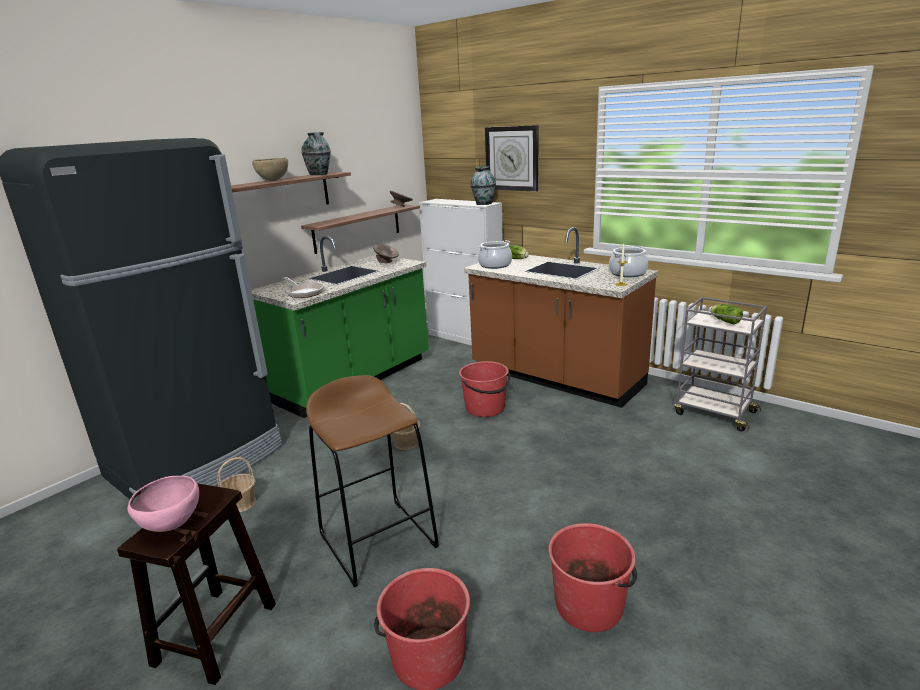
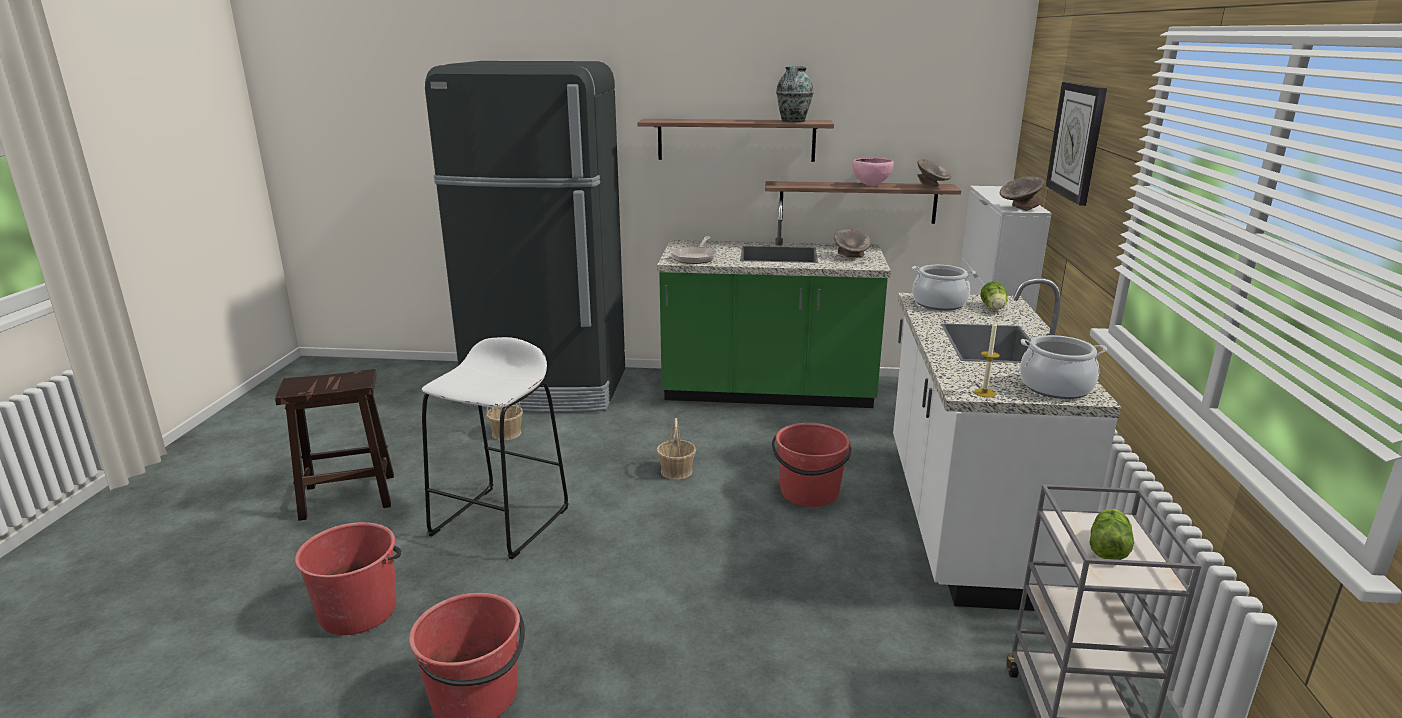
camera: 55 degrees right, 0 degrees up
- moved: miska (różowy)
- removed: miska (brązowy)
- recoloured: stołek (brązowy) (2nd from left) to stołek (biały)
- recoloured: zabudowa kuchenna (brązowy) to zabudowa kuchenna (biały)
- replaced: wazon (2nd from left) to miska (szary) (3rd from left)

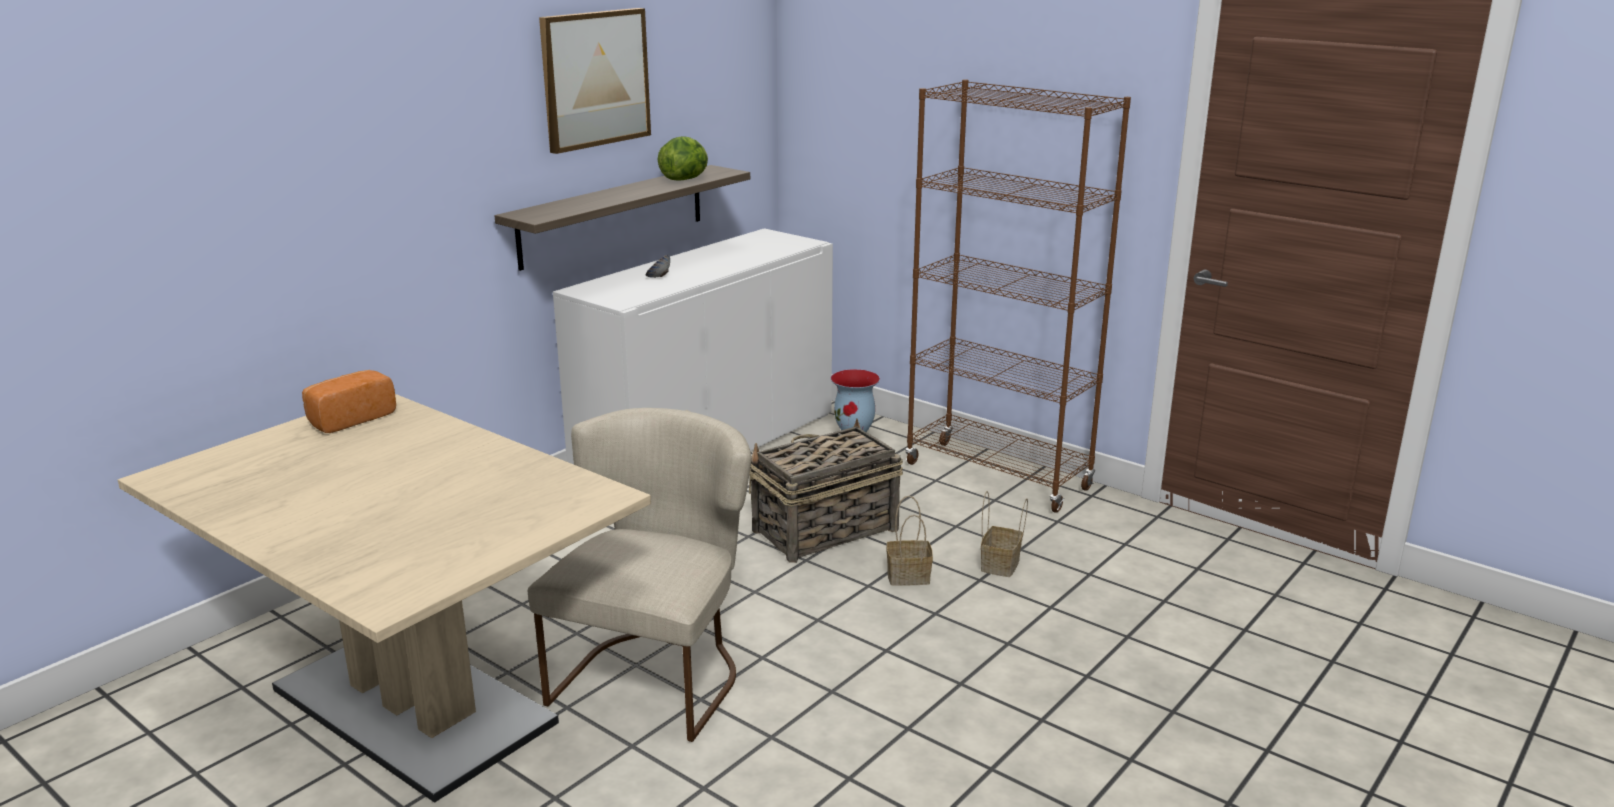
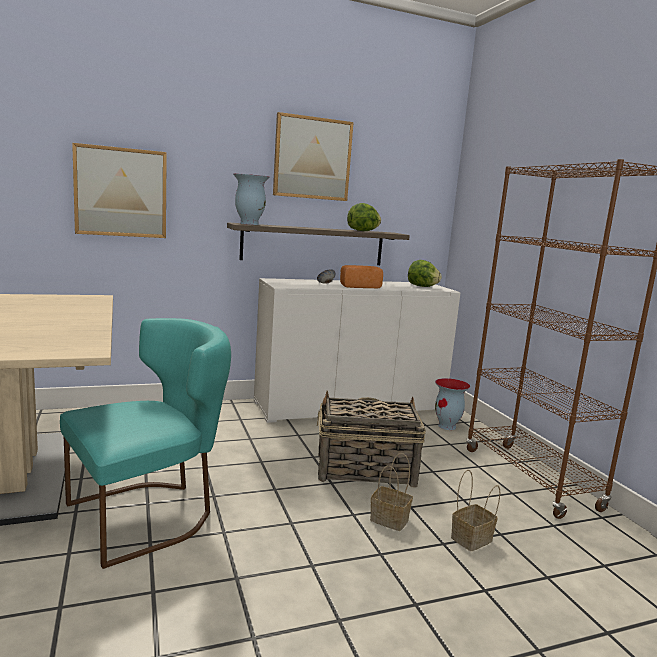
camera: 30 degrees right, 10 degrees down
- moved: chleb
- recoloured: krzesło (beżowy) to krzesło (turkusowy)
- added: obraz (1st from left)
- added: wazon (1st from left)
- added: sałata (2nd from left)

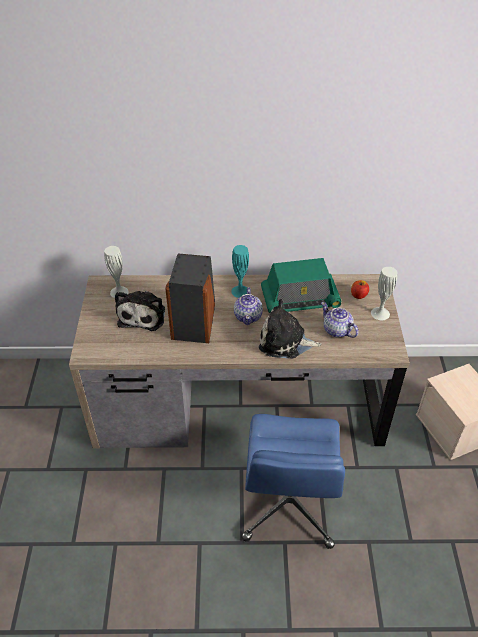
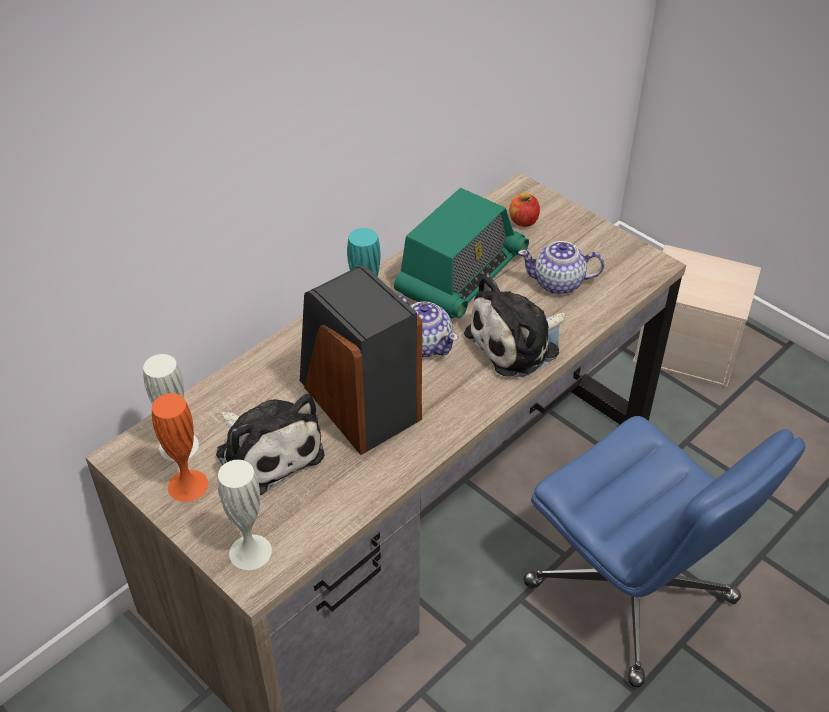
camera: 45 degrees left, 0 degrees up
- moved: wazon (biały) (2nd from left)
- added: wazon (pomarańczowy)

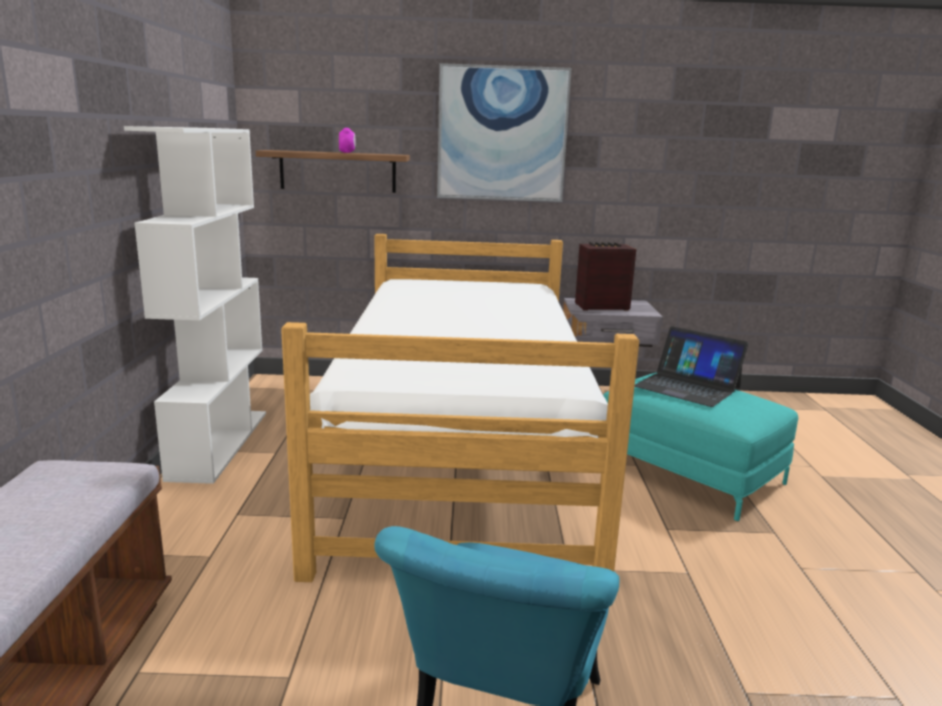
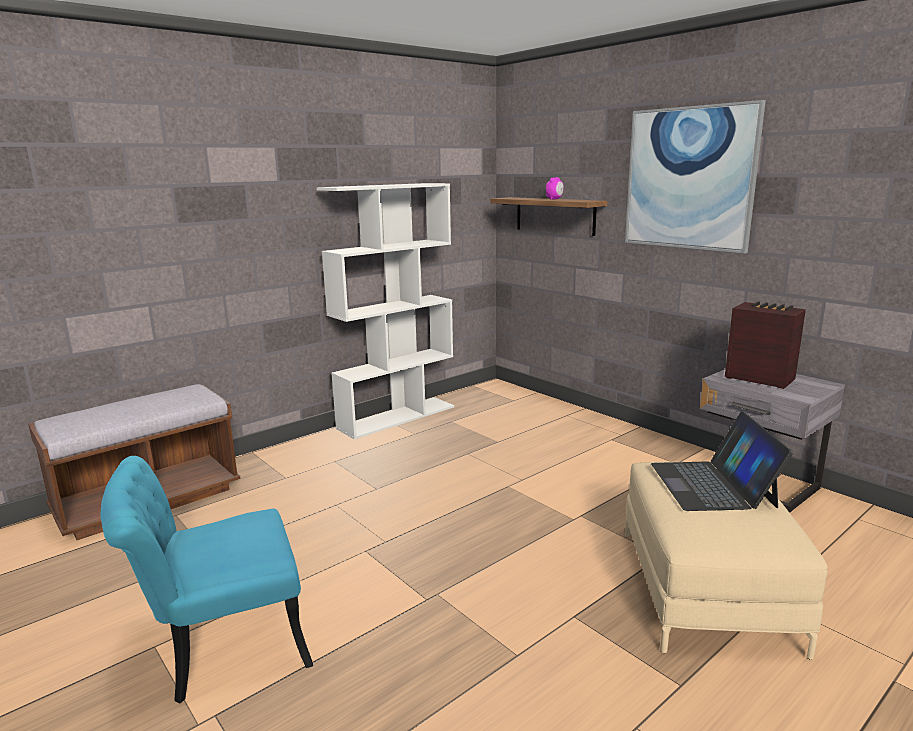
camera: 50 degrees right, 0 degrees up
- removed: łóżko
- recoloured: pufa (turkusowy) to pufa (beżowy)

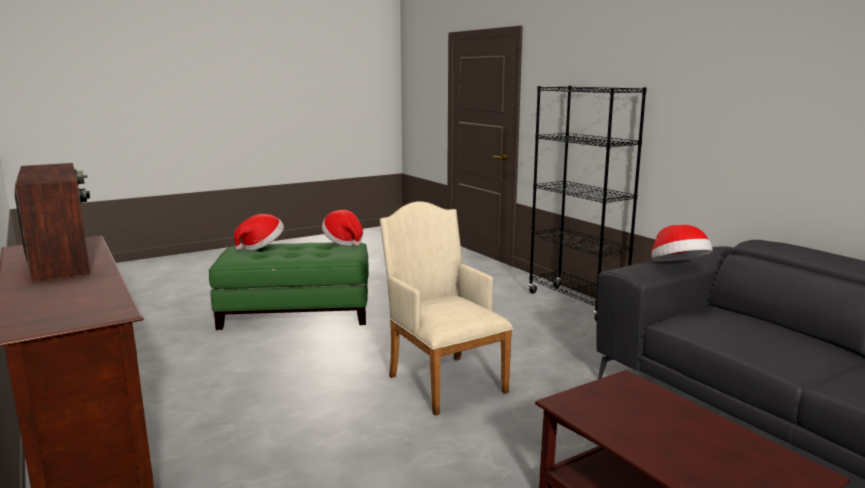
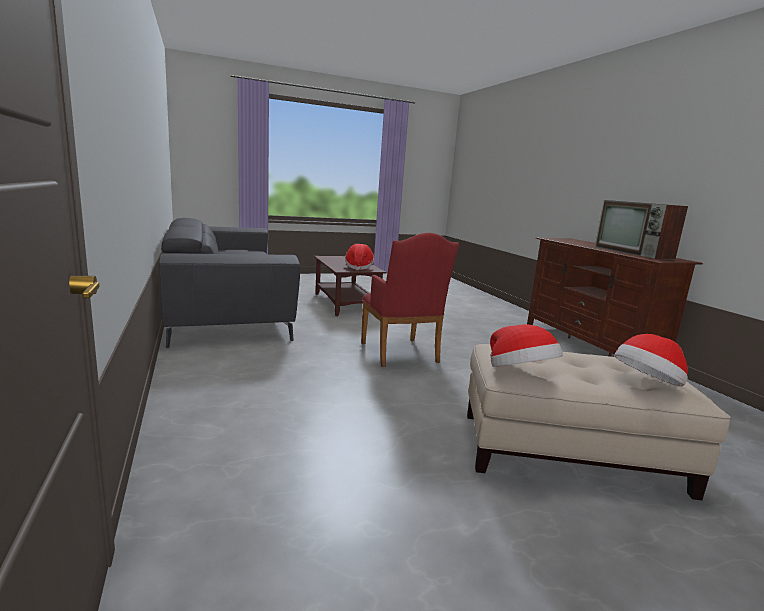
camera: 170 degrees left, 0 degrees up
- recoloured: pufa (zielony) to pufa (beżowy)
- recoloured: fotel (beżowy) to fotel (czerwony)
- removed: regał (czarny)
- moved: kapelusz (3rd from left in the first image) to kapelusz (1st from left)

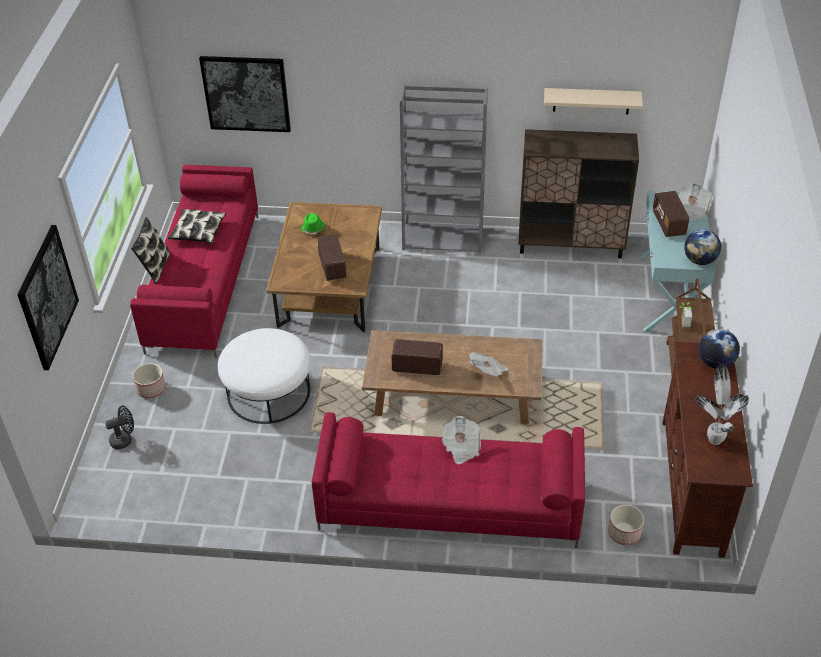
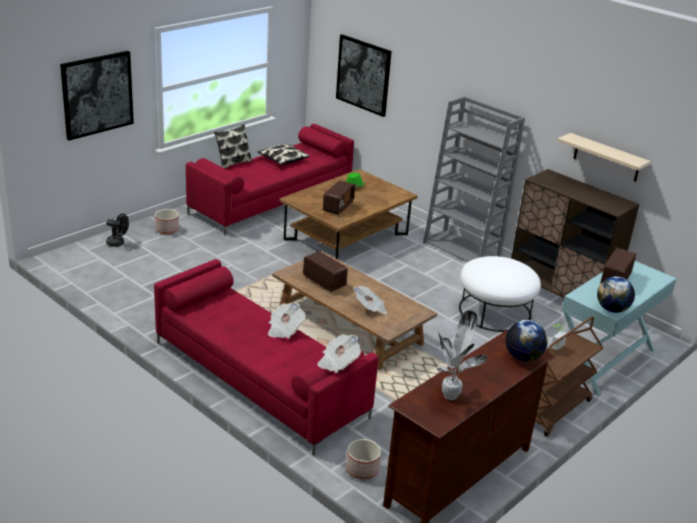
camera: 35 degrees right, 15 degrees down
- moved: pufa (biały)
- moved: gazeta (3rd from left in the first image) to gazeta (2nd from left)

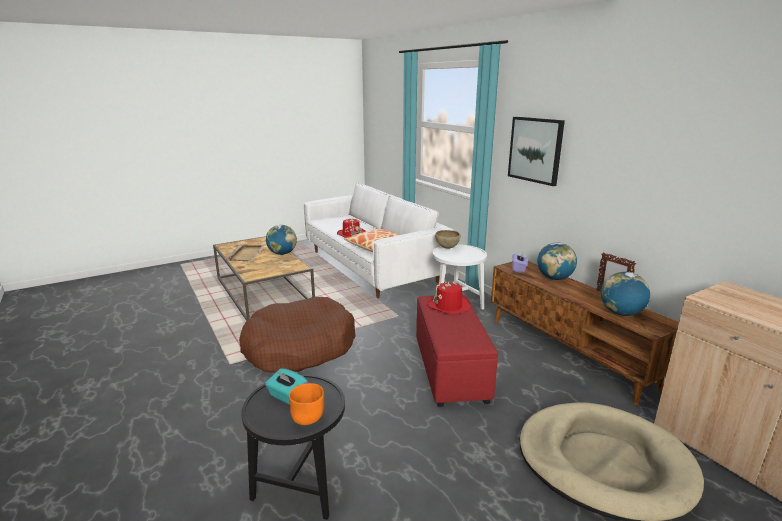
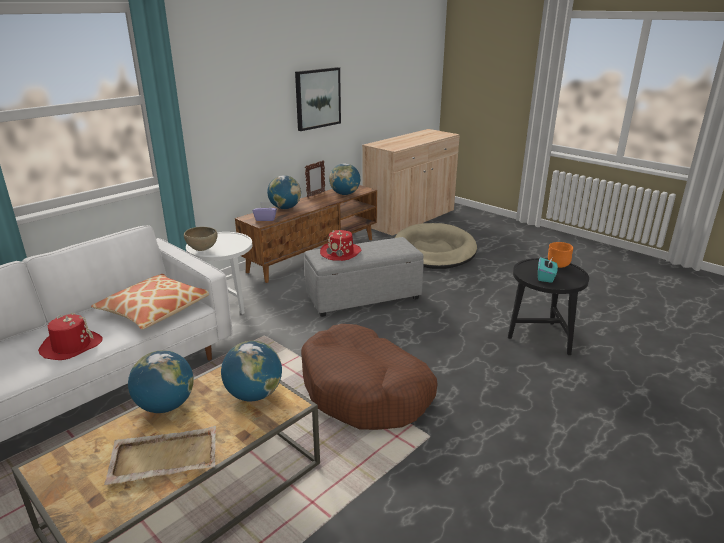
camera: 105 degrees left, 5 degrees up
- recoloured: pufa (czerwony) to pufa (szary)
- moved: obraz
- added: globus (2nd from left)

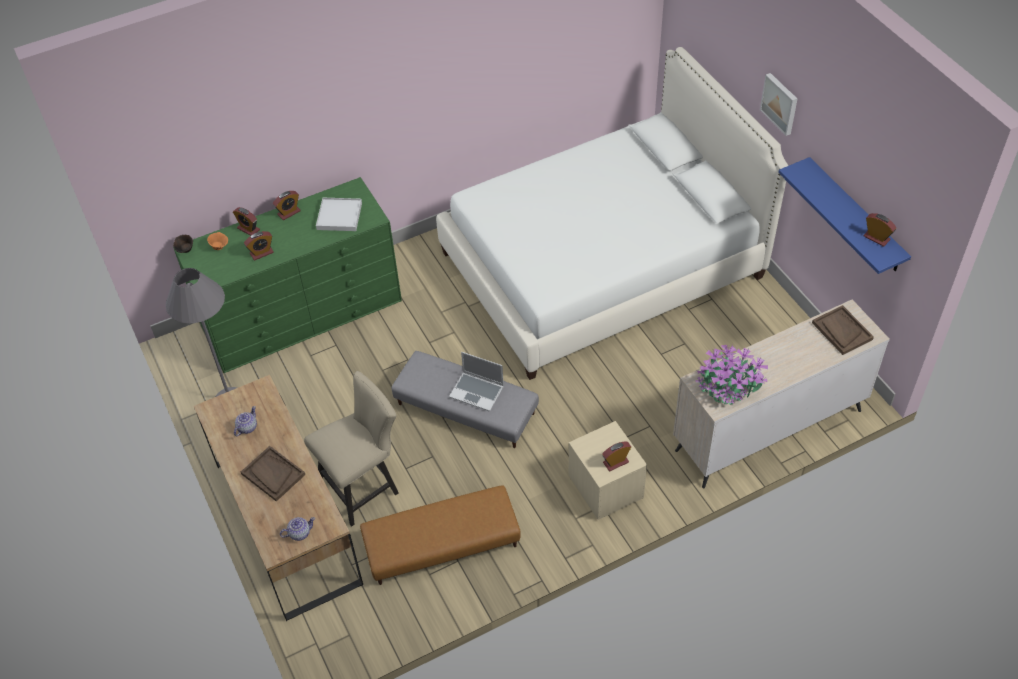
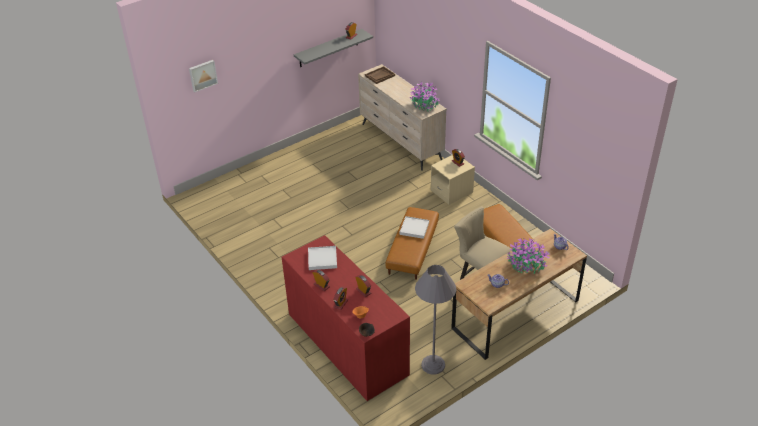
camera: 100 degrees left, 10 degrees down
- recoloured: komoda (zielony) to komoda (czerwony)
- replaced: taca (brązowy) (1st from left) to roślina doniczkowa (2nd from left)
- recoloured: pufa (szary) to pufa (brązowy) (1st from left)
- removed: łóżko (biały)
- replaced: laptop to taca (biały) (2nd from left)
- moved: obraz
- recoloured: półka (niebieski) to półka (szary)

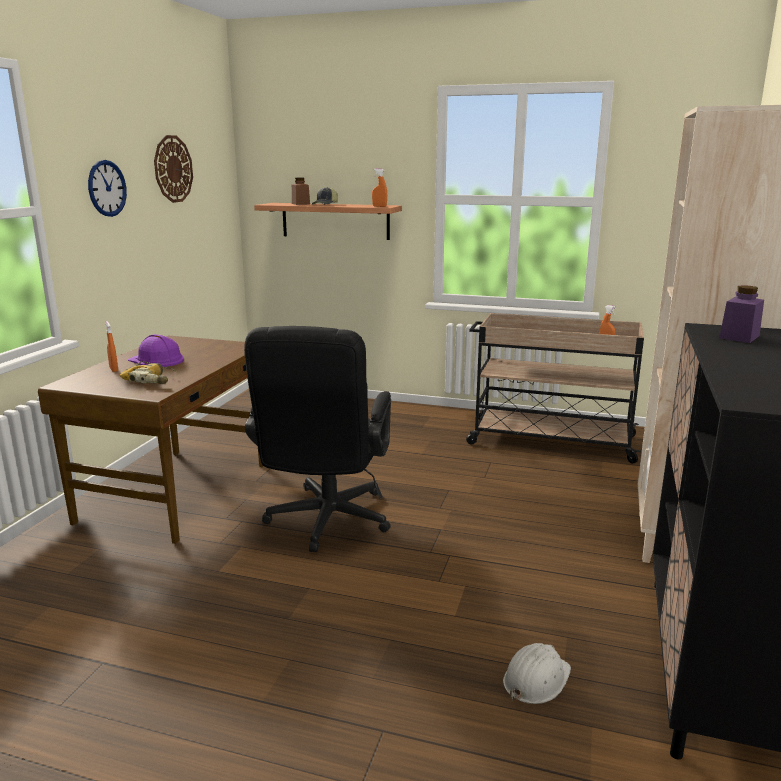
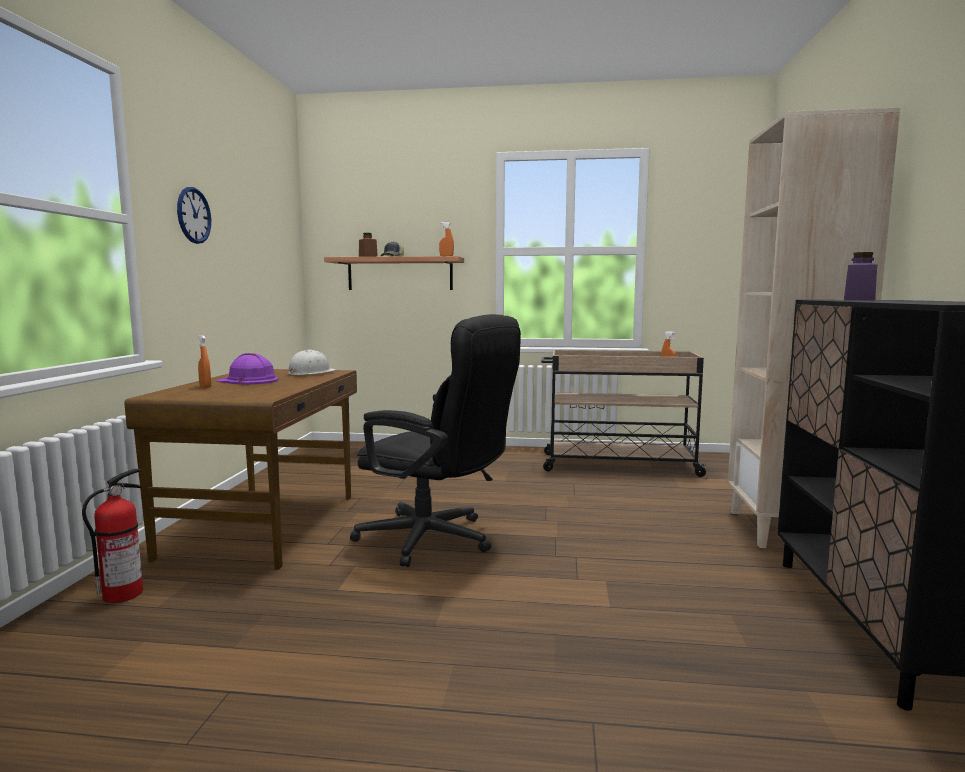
camera: 10 degrees left, 10 degrees down
- removed: wiertarka
- removed: zegar ścienny (2nd from left)
- turned: krzesło biurowe (czarny) 60 degrees counterclockwise
- moved: kask (biały)
- added: gaśnica

